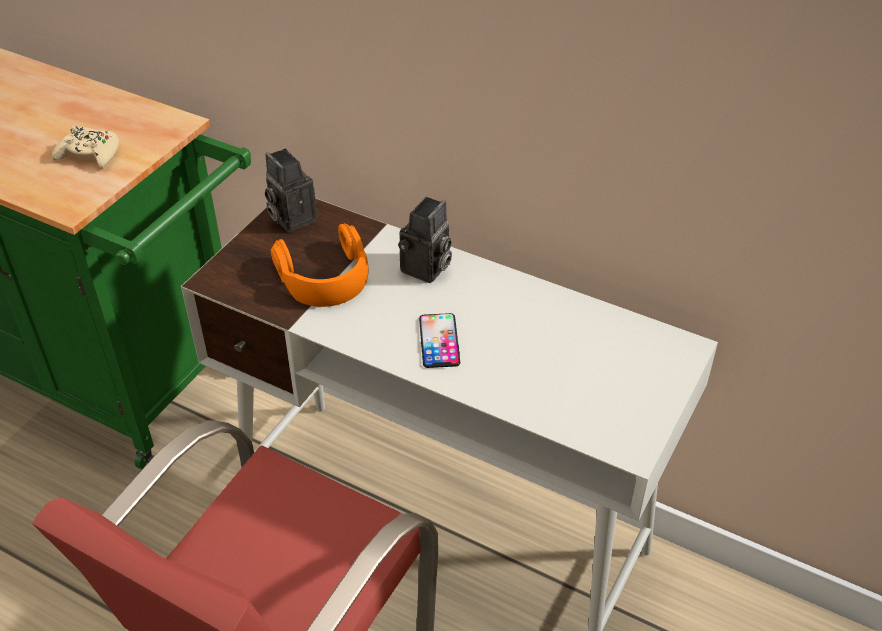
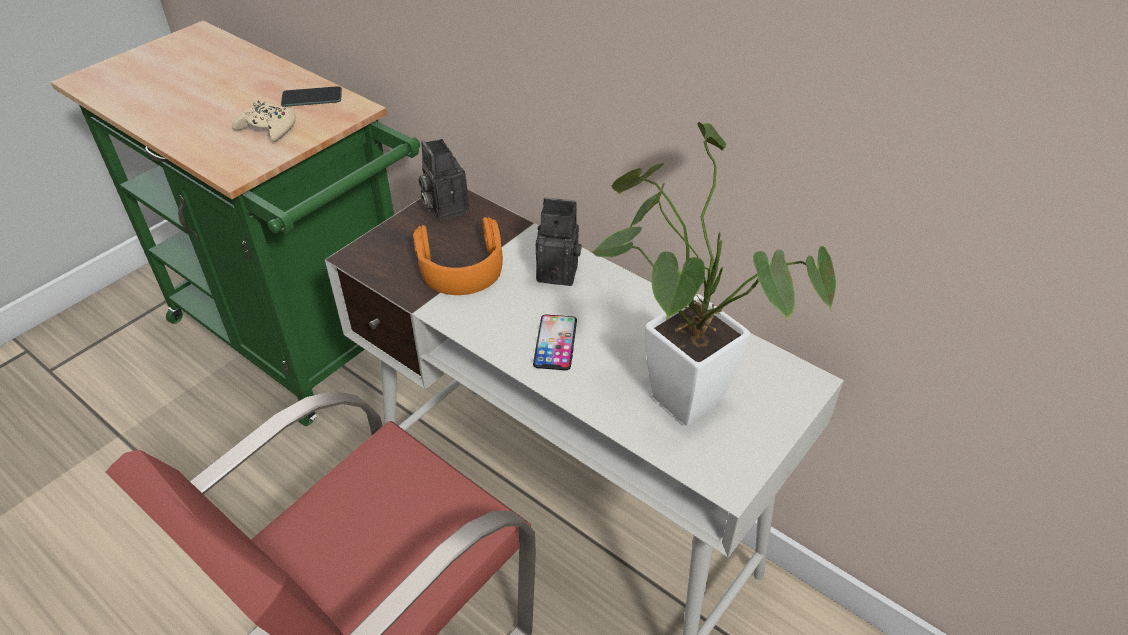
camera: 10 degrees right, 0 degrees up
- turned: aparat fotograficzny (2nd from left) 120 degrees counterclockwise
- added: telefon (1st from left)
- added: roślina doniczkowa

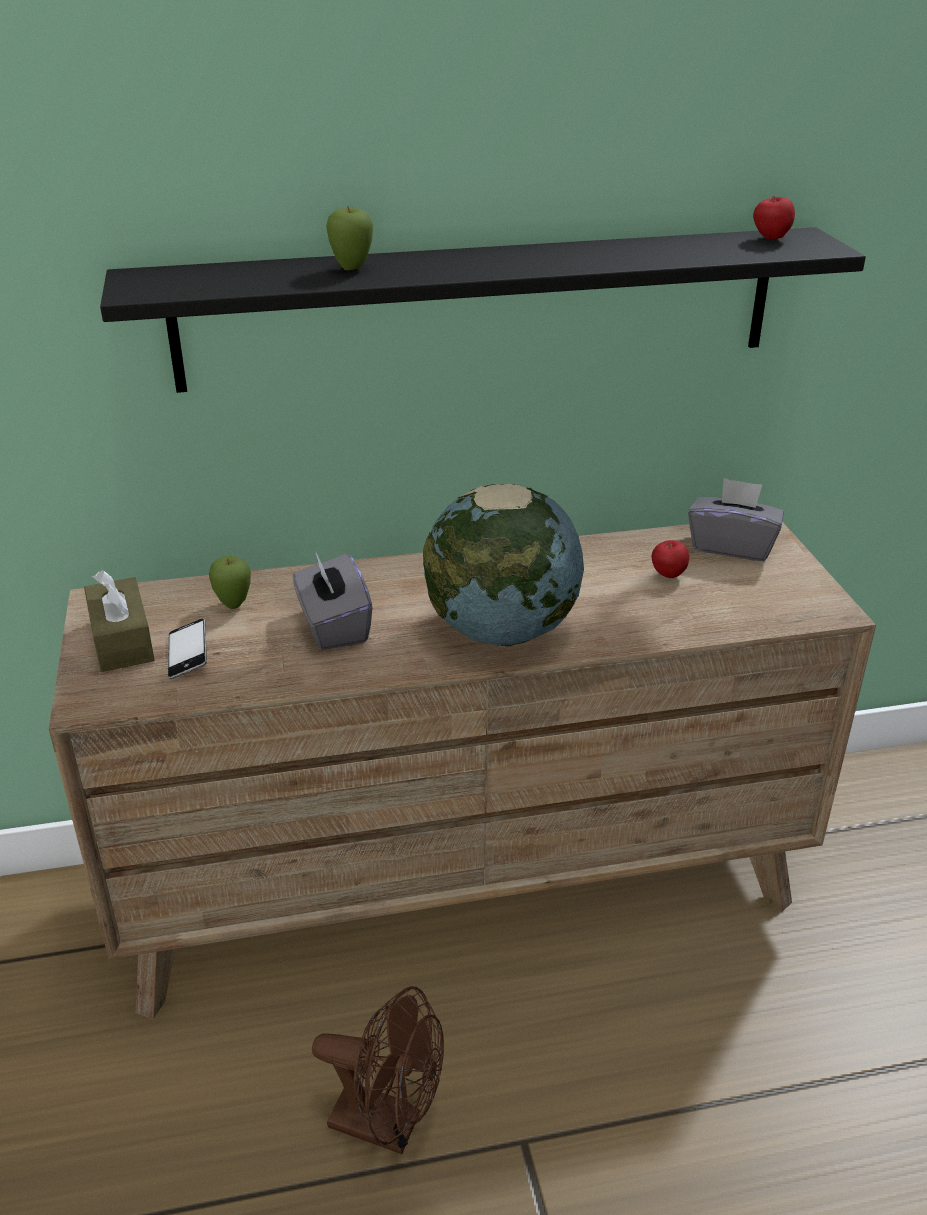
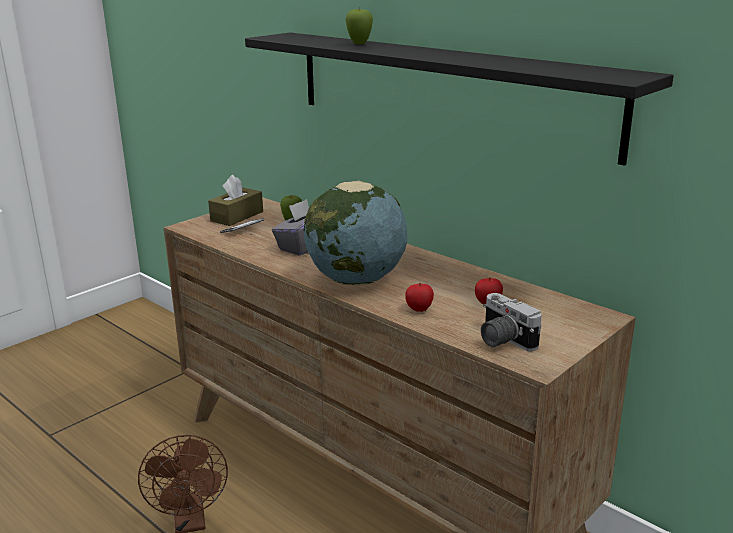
camera: 55 degrees right, 10 degrees down
- removed: pudełko chusteczek (szary) (2nd from left)
- moved: jabłko (4th from left in the first image) to jabłko (3rd from left)
- added: aparat fotograficzny

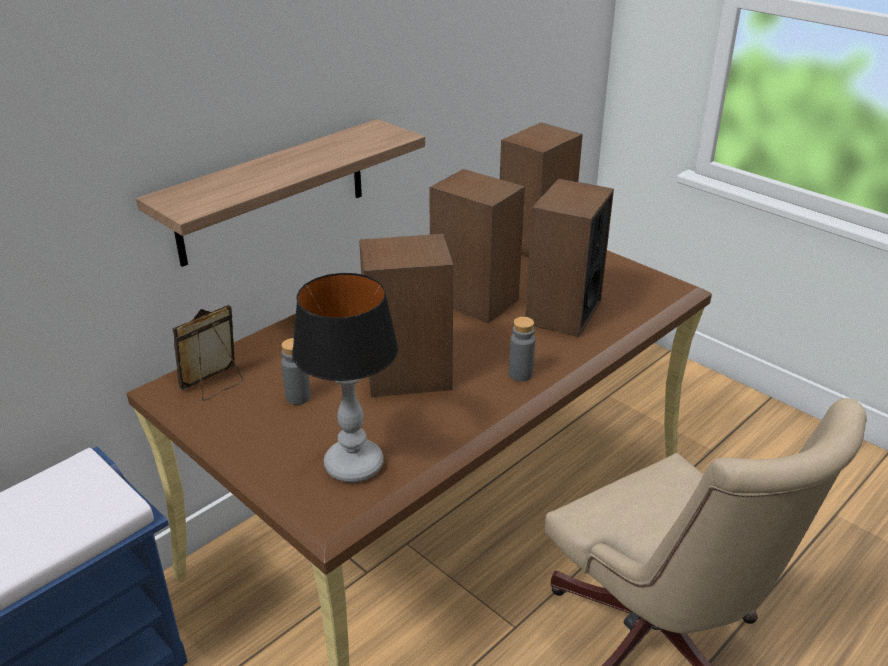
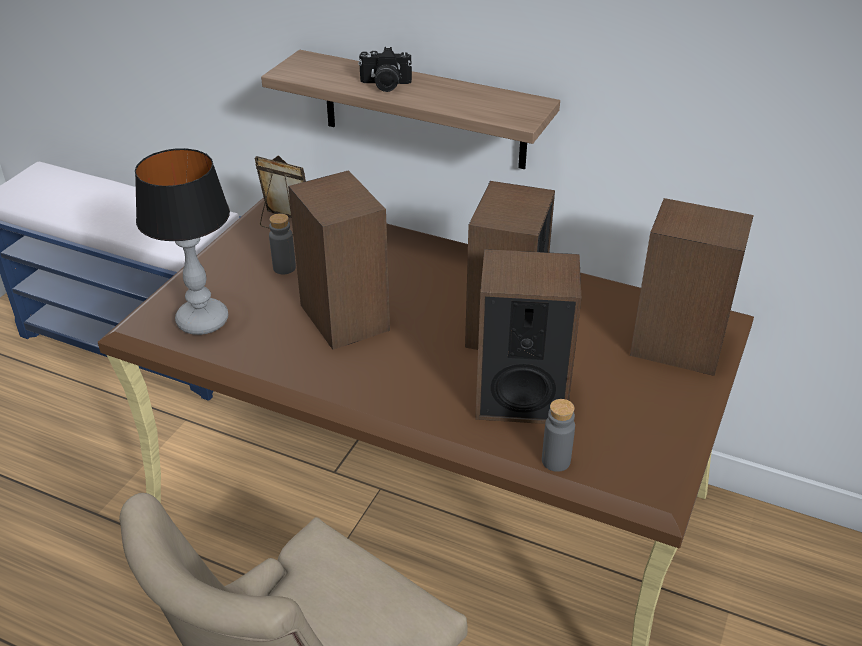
camera: 70 degrees right, 5 degrees up
- moved: butelka (szary) (2nd from left)
- added: aparat fotograficzny

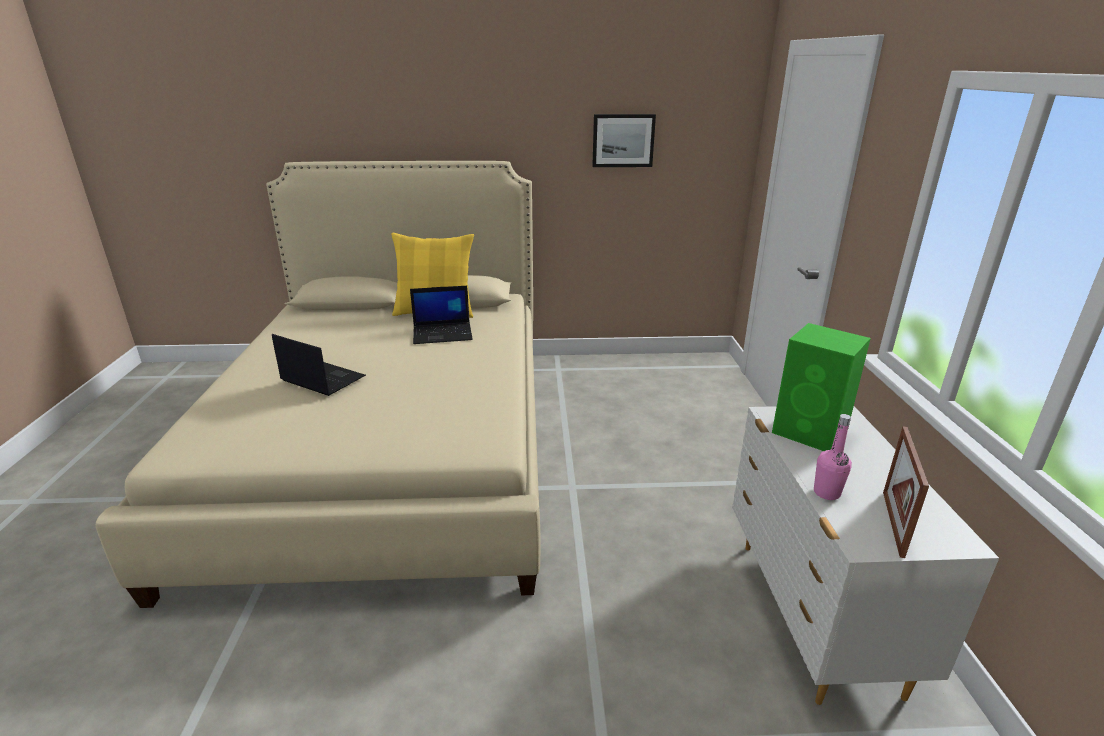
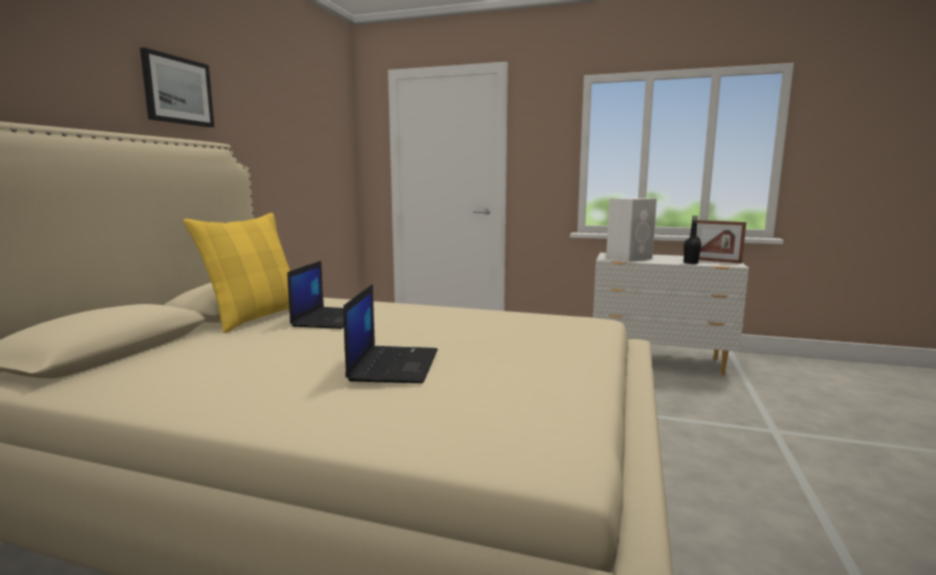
camera: 70 degrees left, 15 degrees down
- turned: laptop (1st from left in the first image) 135 degrees clockwise
- moved: obraz
- recoloured: głośnik (zielony) to głośnik (biały)
- recoloured: butelka (różowy) to butelka (czarny)

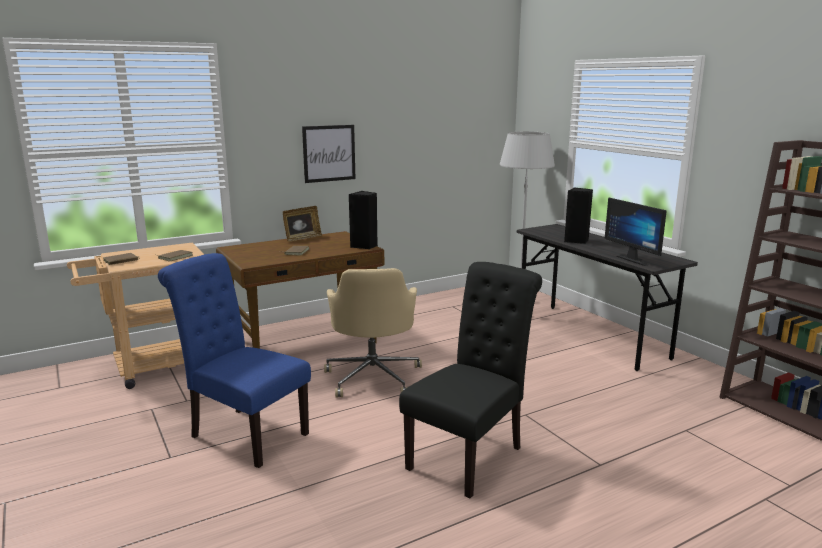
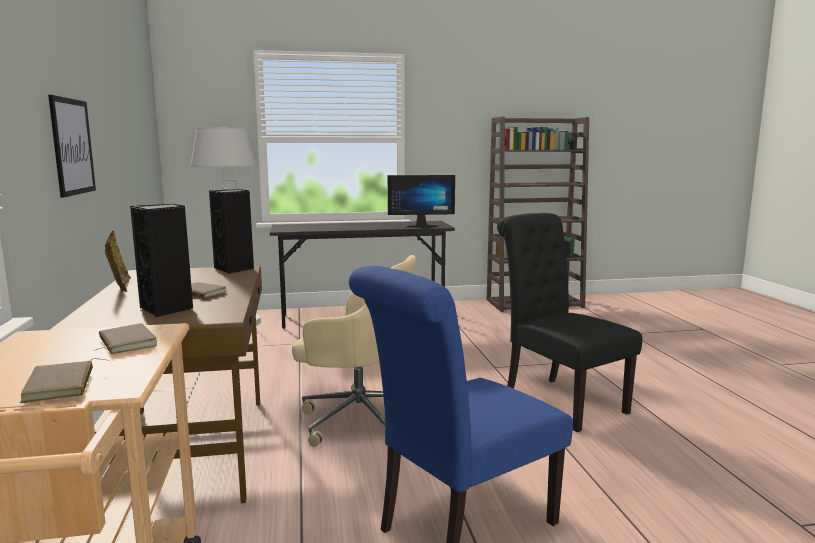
camera: 70 degrees left, 5 degrees down
- moved: głośnik (czarny) (2nd from left in the first image) to głośnik (czarny) (1st from left)

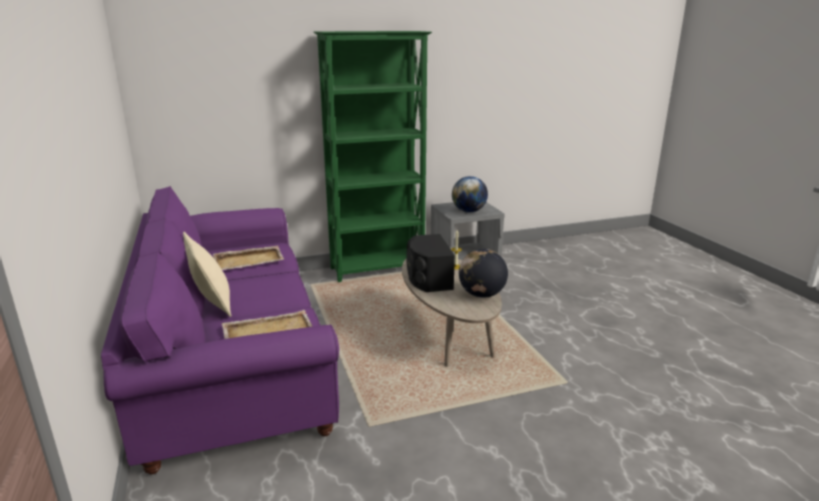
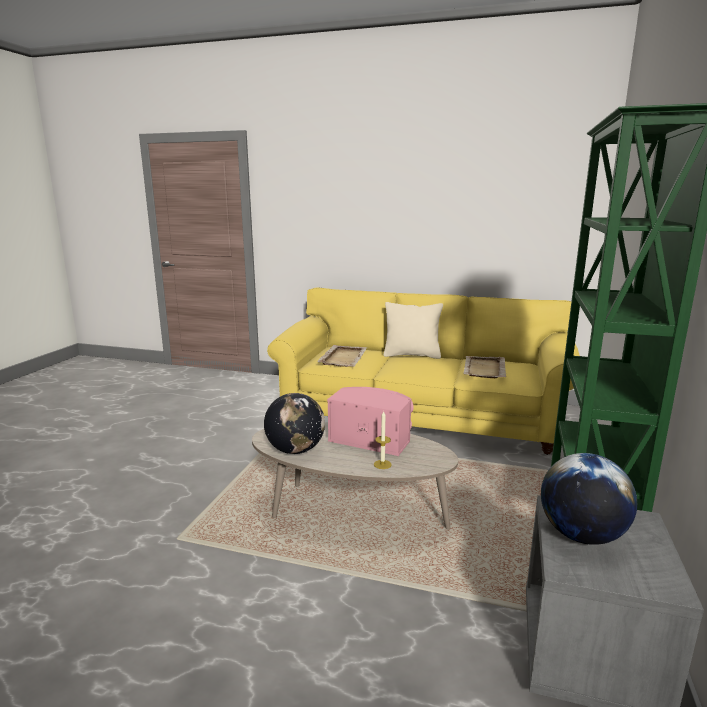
camera: 125 degrees right, 5 degrees down
- recoloured: kanapa (fioletowy) to kanapa (żółty)
- recoloured: głośnik (czarny) to głośnik (różowy)

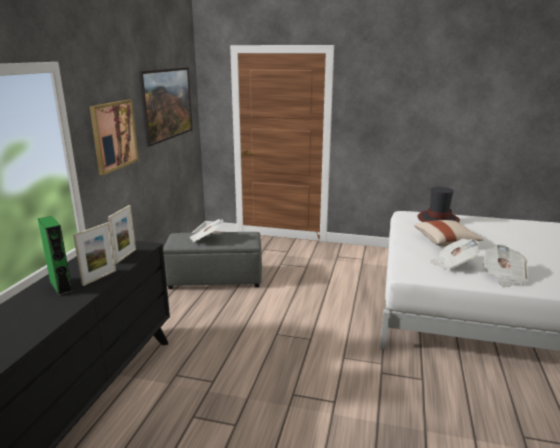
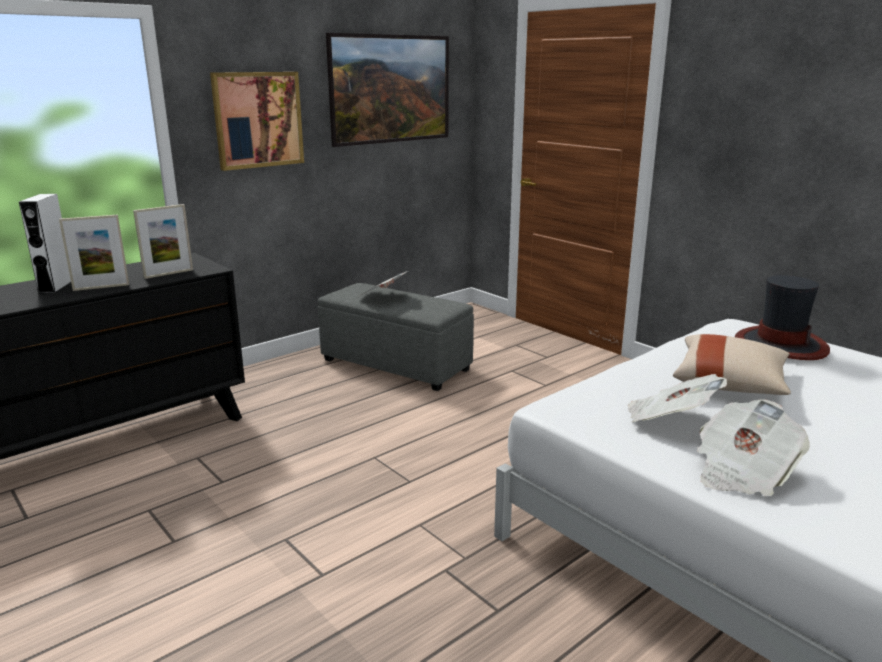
camera: 35 degrees right, 0 degrees up
- recoloured: głośnik (zielony) to głośnik (biały)

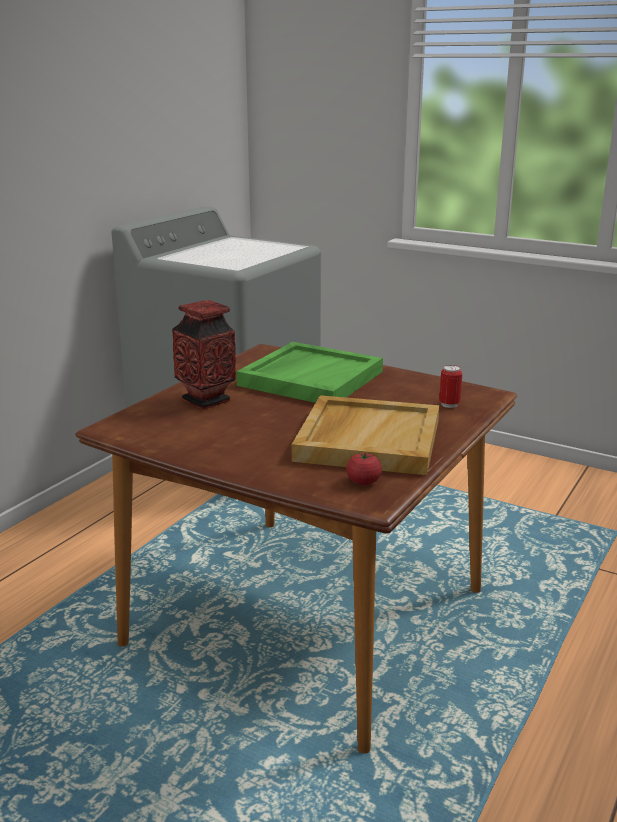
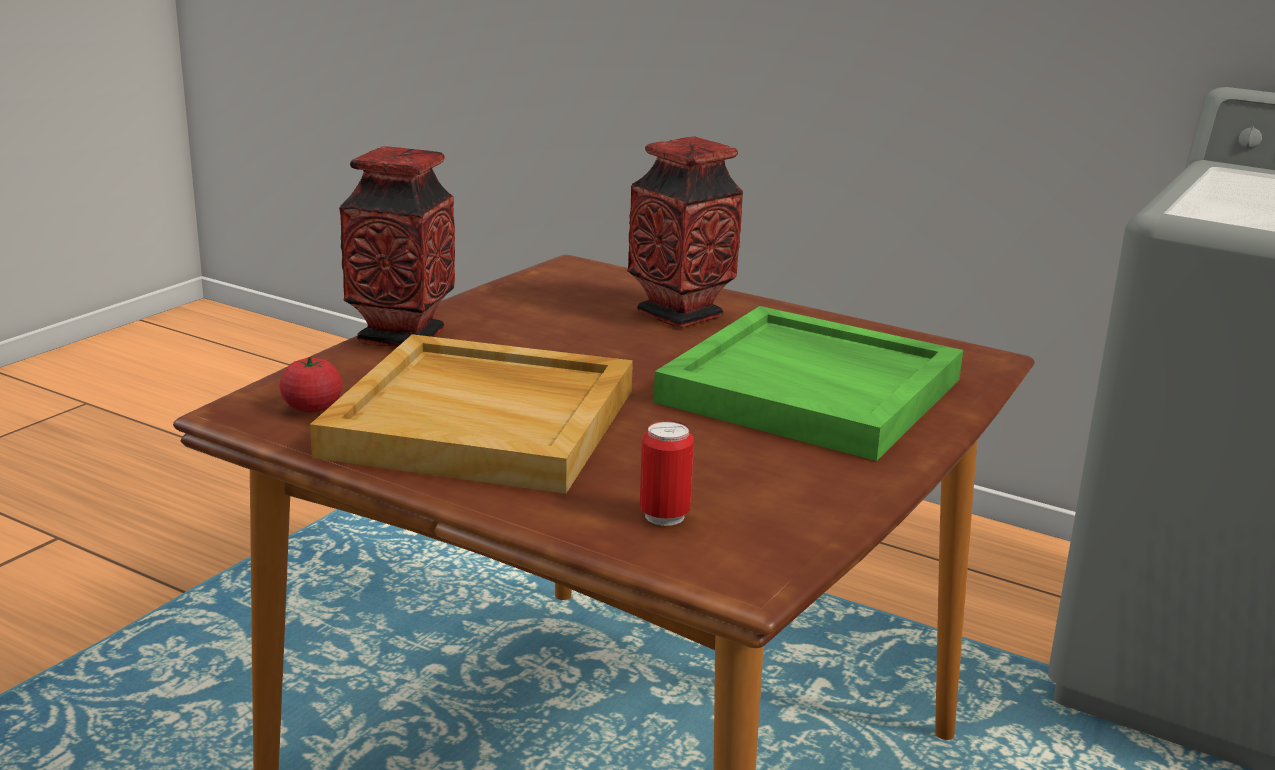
camera: 90 degrees right, 0 degrees up
- added: wazon (1st from left)

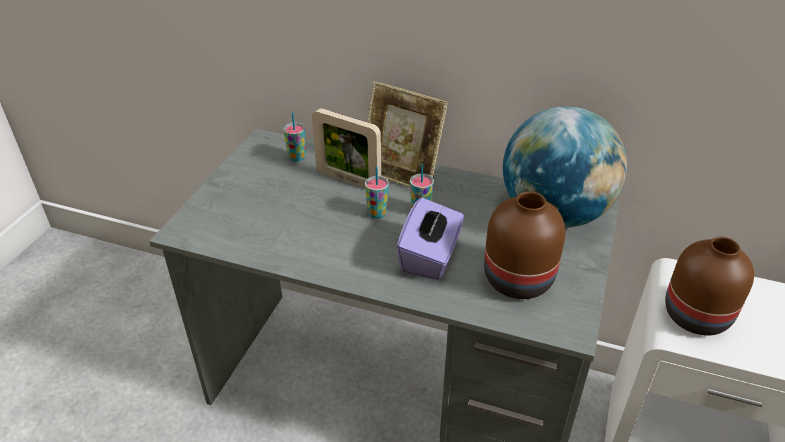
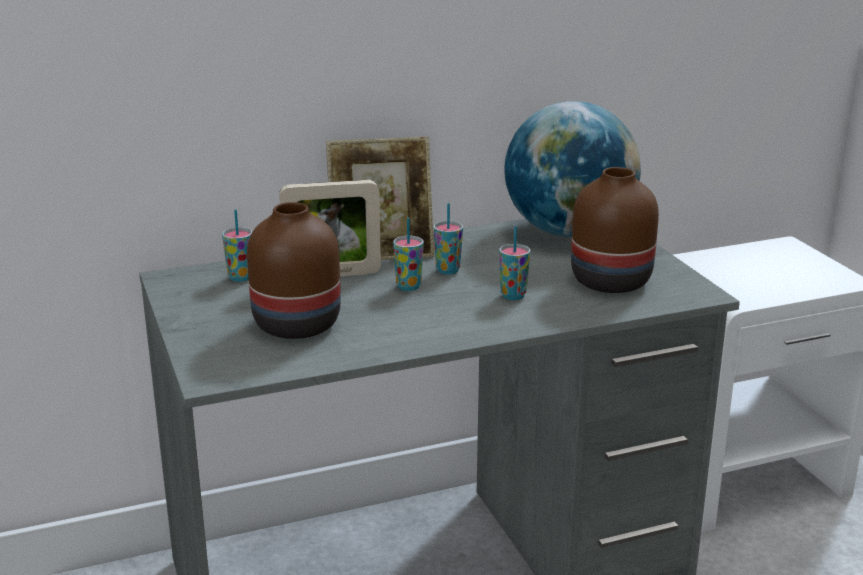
camera: 40 degrees left, 15 degrees down
- replaced: pudełko chusteczek (fioletowy) to filiżanka (4th from left)
- moved: wazon (brązowy) (2nd from left in the first image) to wazon (brązowy) (1st from left)

